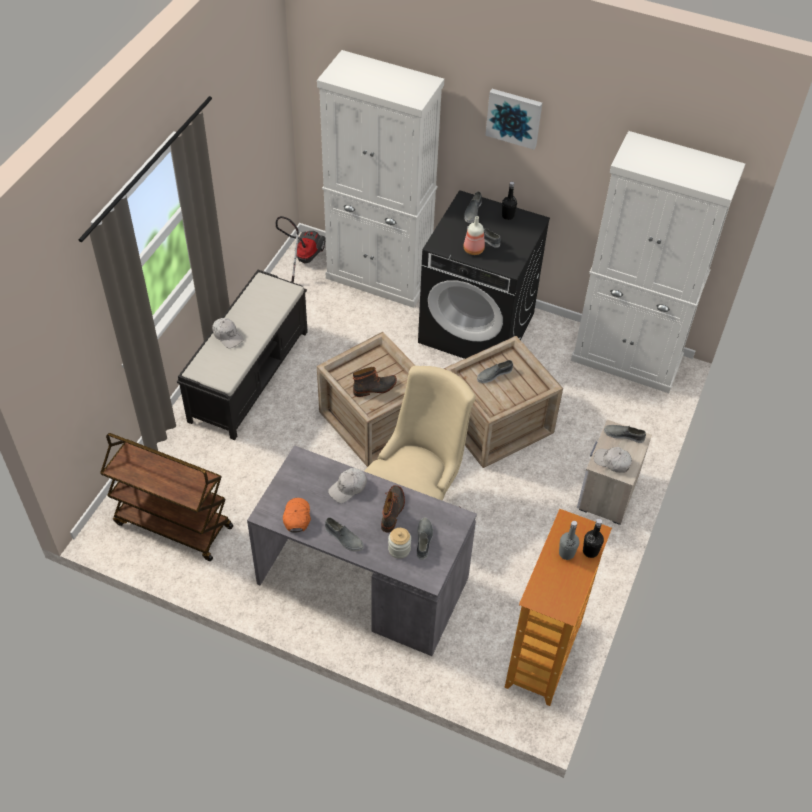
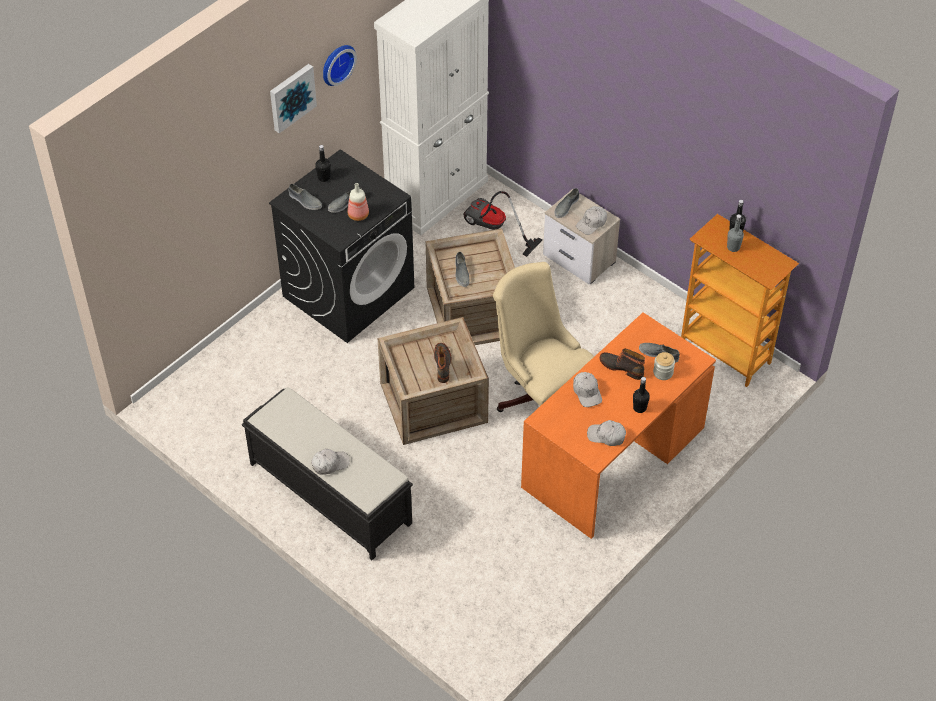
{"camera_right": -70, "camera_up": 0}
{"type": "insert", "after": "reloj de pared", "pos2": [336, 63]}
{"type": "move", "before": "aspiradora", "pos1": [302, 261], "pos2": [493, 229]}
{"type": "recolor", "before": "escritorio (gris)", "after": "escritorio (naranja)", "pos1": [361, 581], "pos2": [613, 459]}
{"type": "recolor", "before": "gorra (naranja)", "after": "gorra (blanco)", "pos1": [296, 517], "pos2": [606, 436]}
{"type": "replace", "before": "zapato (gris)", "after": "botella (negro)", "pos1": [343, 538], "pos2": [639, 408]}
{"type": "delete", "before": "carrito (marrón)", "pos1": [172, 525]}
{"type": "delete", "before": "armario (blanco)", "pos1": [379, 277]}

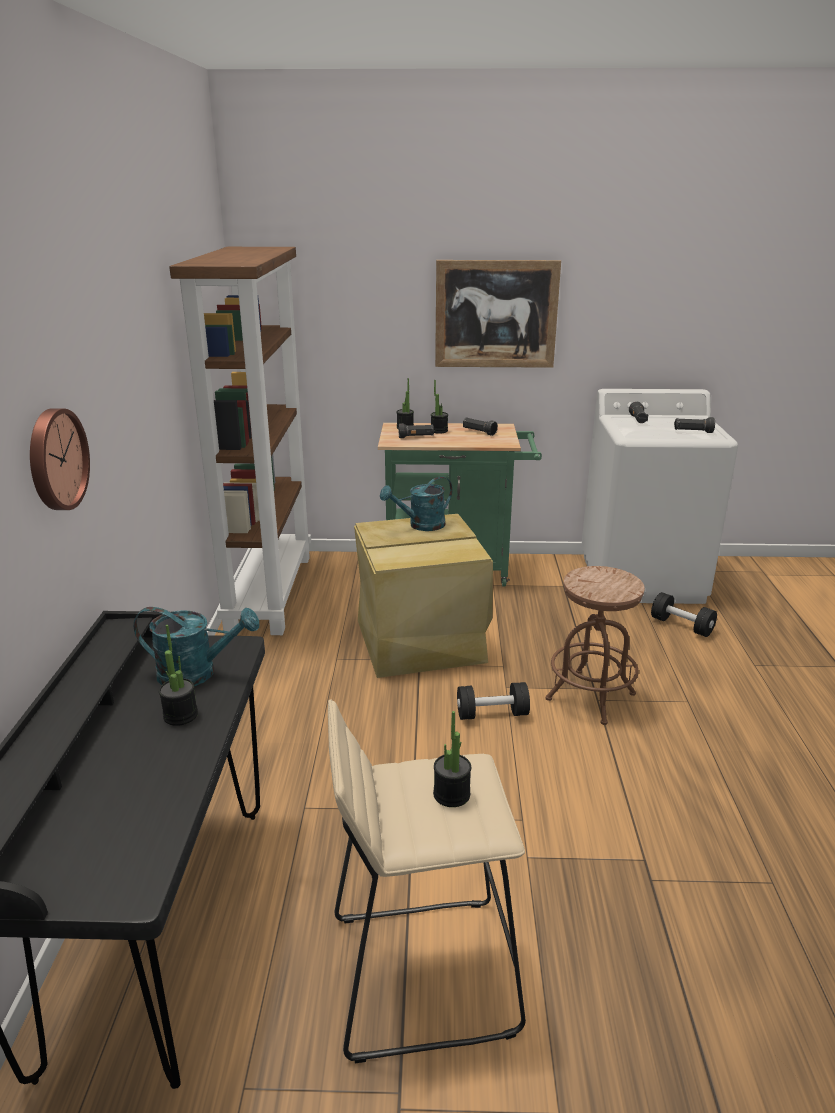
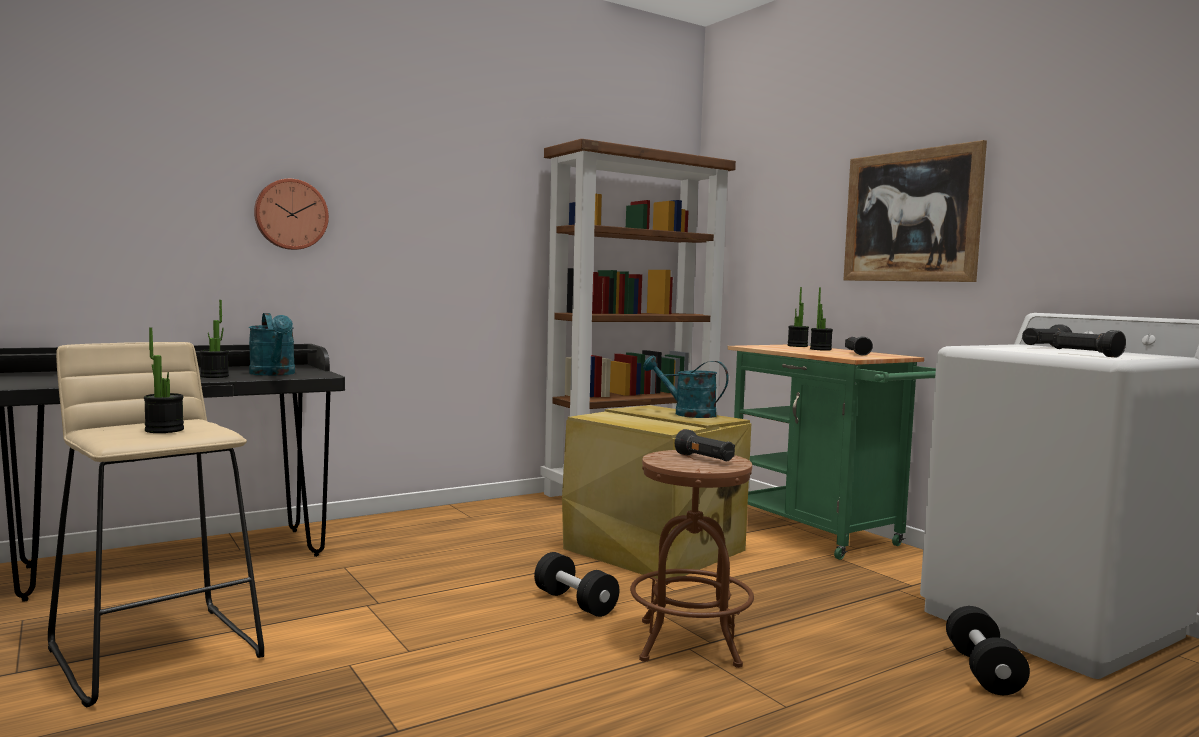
{"camera_right": 55, "camera_up": -20}
{"type": "move", "before": "linterna (negro)", "pos1": [416, 437], "pos2": [704, 459]}

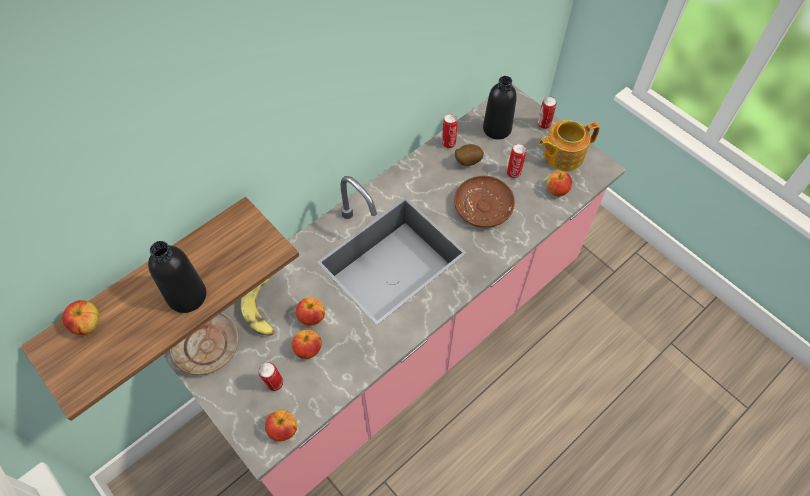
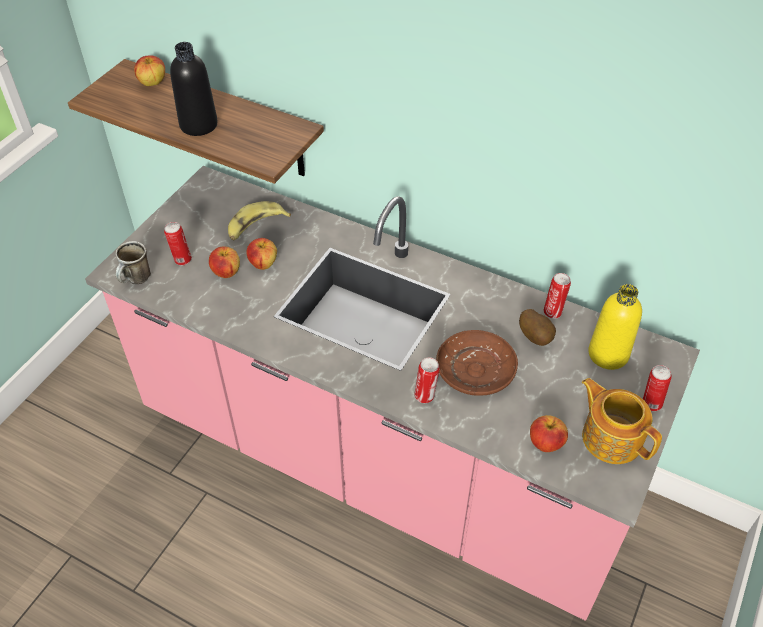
{"camera_right": 70, "camera_up": -10}
{"type": "replace", "before": "manzana", "after": "taza grande", "pos1": [283, 430], "pos2": [136, 281]}
{"type": "move", "before": "lata", "pos1": [513, 173], "pos2": [425, 396]}
{"type": "recolor", "before": "botella (negro)", "after": "botella (amarillo)", "pos1": [497, 129], "pos2": [608, 354]}
{"type": "delete", "before": "plato (beis)", "pos1": [207, 346]}

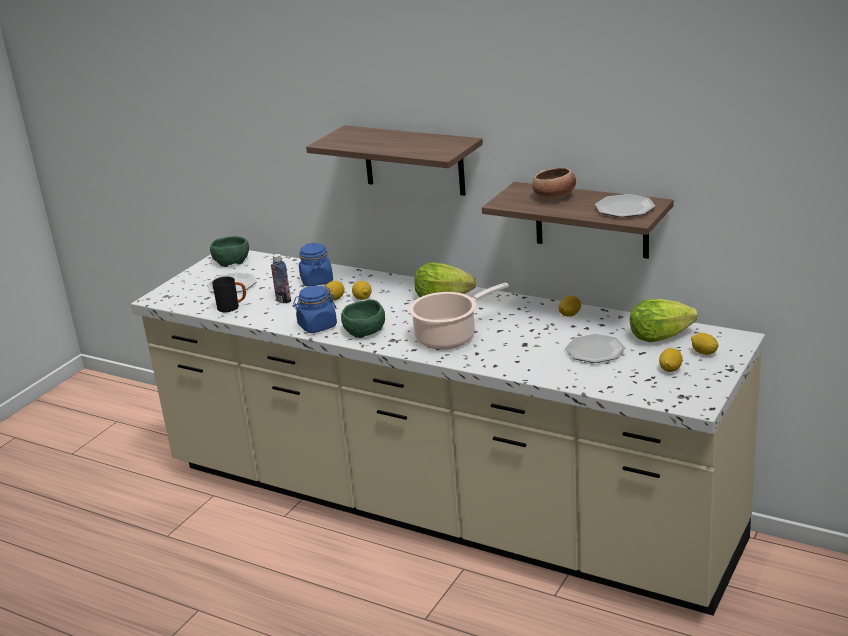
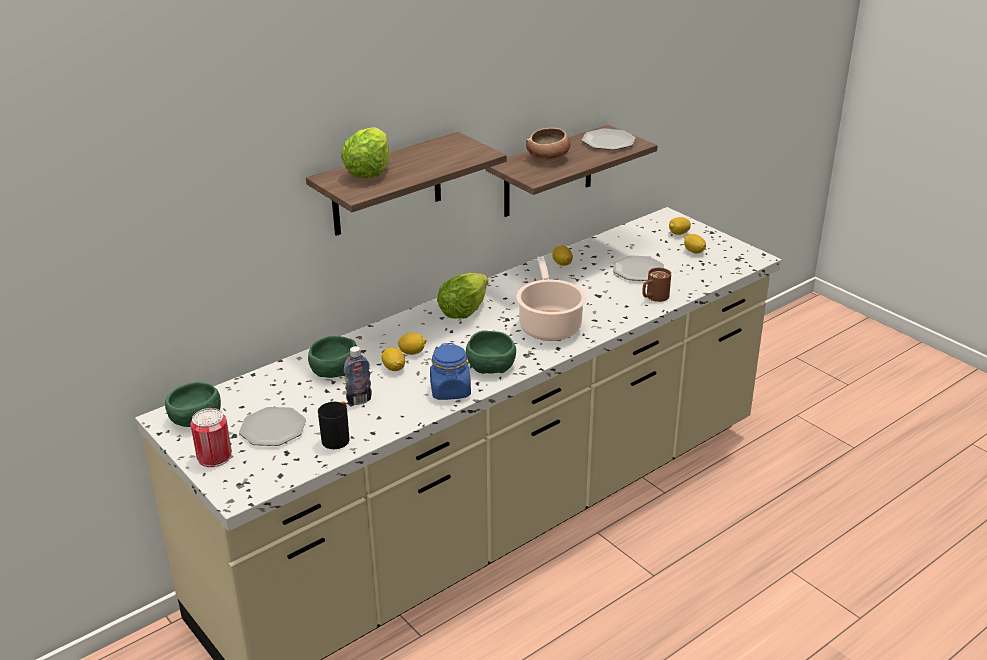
{"camera_right": -70, "camera_up": 5}
{"type": "insert", "after": "lata", "pos2": [214, 456]}
{"type": "replace", "before": "tarro (azul)", "after": "cuenco (verde)", "pos1": [317, 281], "pos2": [333, 370]}
{"type": "move", "before": "lechuga", "pos1": [659, 337], "pos2": [368, 171]}
{"type": "insert", "after": "taza grande (marrón)", "pos2": [654, 297]}

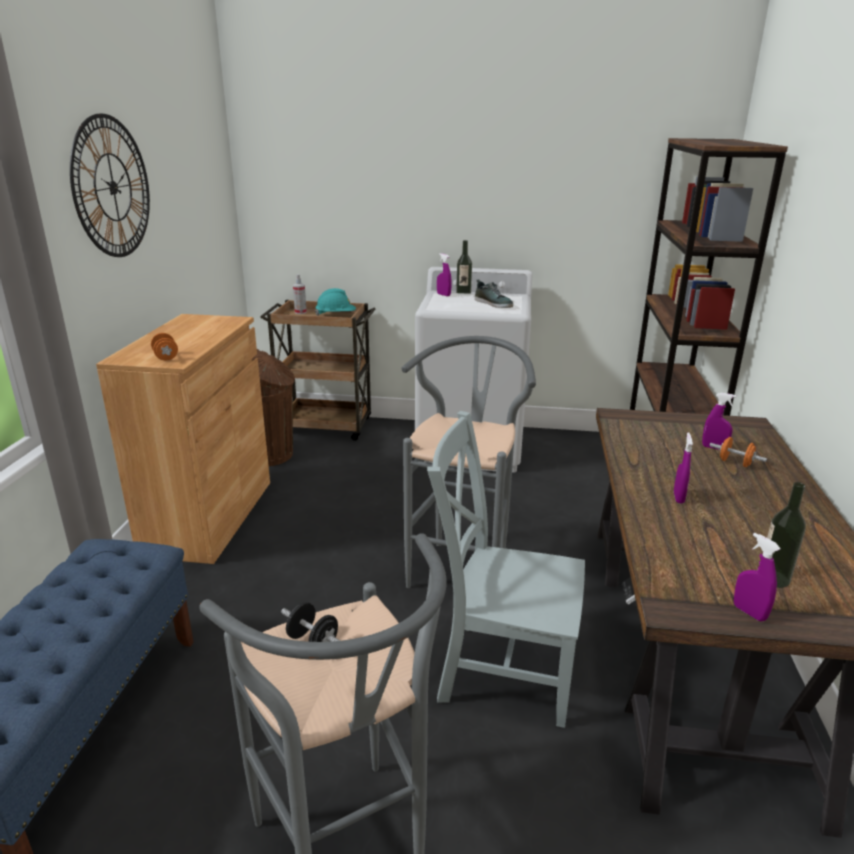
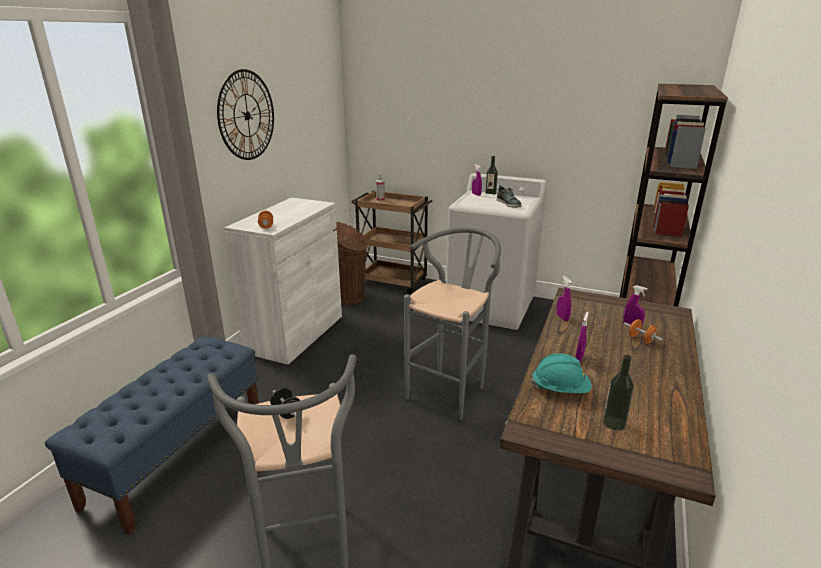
{"camera_right": 15, "camera_up": 0}
{"type": "recolor", "before": "armario (marrón)", "after": "armario (blanco)", "pos1": [209, 516], "pos2": [295, 333]}
{"type": "move", "before": "casco (turquesa)", "pos1": [336, 315], "pos2": [560, 389]}
{"type": "move", "before": "pulverizador (morado)", "pos1": [749, 612], "pos2": [562, 317]}
{"type": "delete", "before": "silla (gris)", "pos1": [501, 669]}

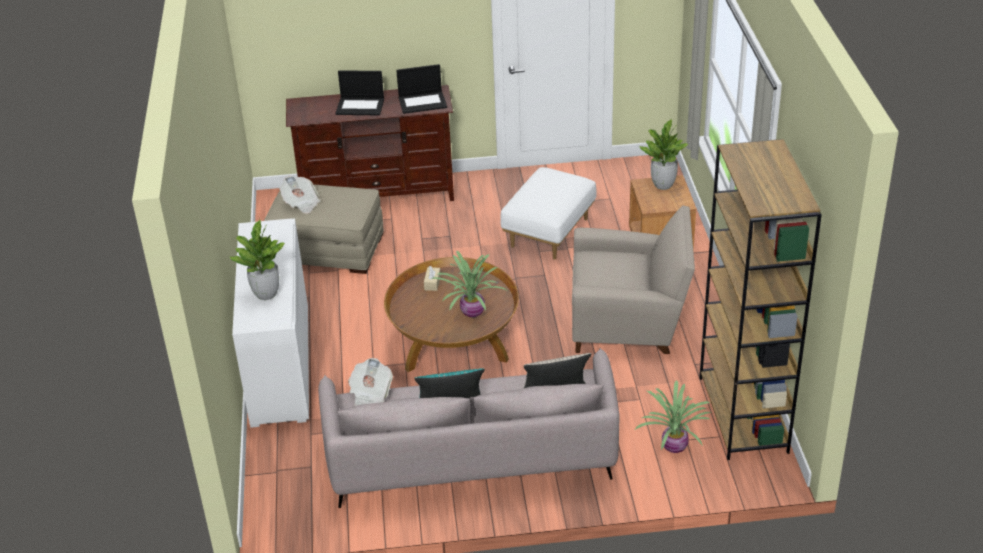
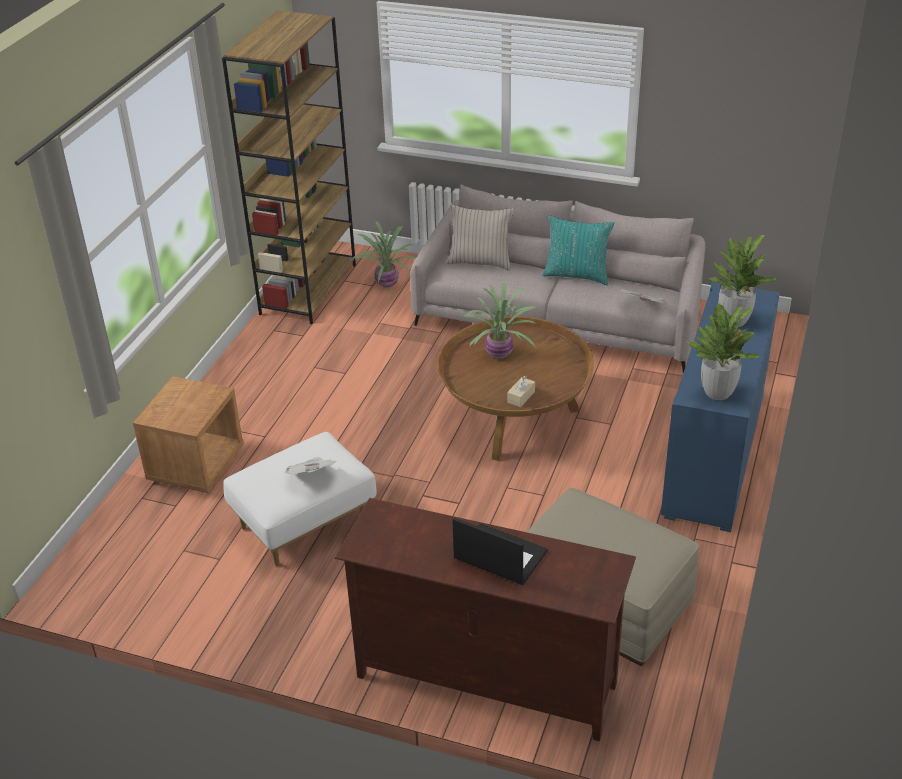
{"camera_right": -155, "camera_up": 0}
{"type": "move", "before": "periódico", "pos1": [301, 203], "pos2": [312, 476]}
{"type": "recolor", "before": "armario (blanco)", "after": "armario (azul)", "pos1": [280, 364], "pos2": [714, 456]}
{"type": "move", "before": "planta en maceta", "pos1": [663, 185], "pos2": [718, 392]}
{"type": "delete", "before": "portátil", "pos1": [423, 102]}
{"type": "delete", "before": "sillón (beis)", "pos1": [629, 323]}

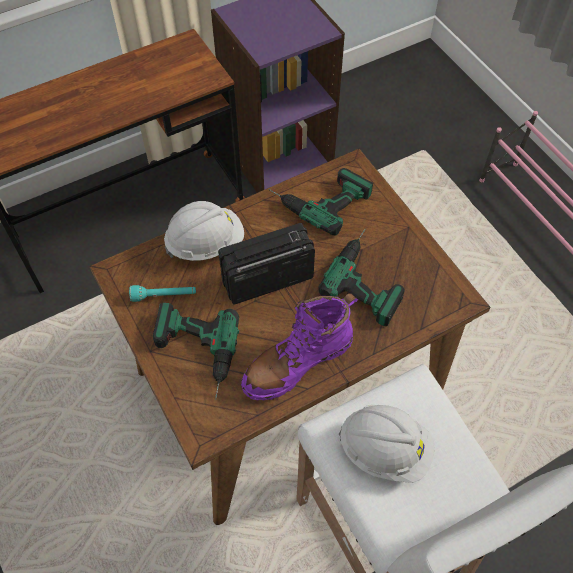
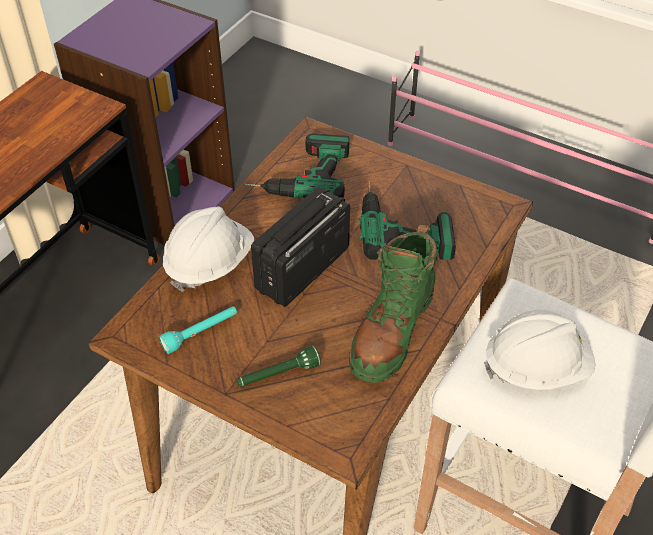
{"camera_right": -30, "camera_up": -10}
{"type": "replace", "before": "taladro", "after": "linterna (verde)", "pos1": [194, 355], "pos2": [278, 375]}
{"type": "recolor", "before": "bota (morado)", "after": "bota (verde)", "pos1": [297, 362], "pos2": [392, 330]}

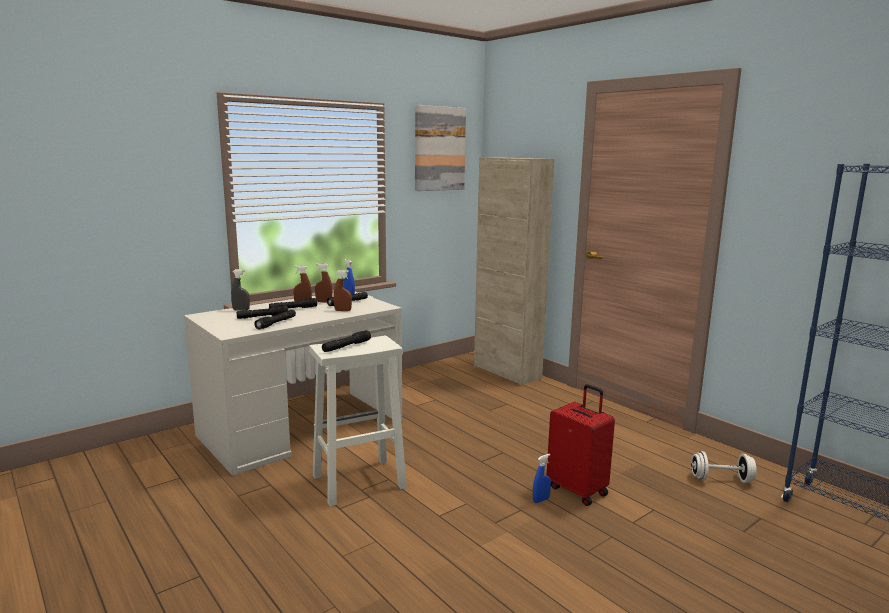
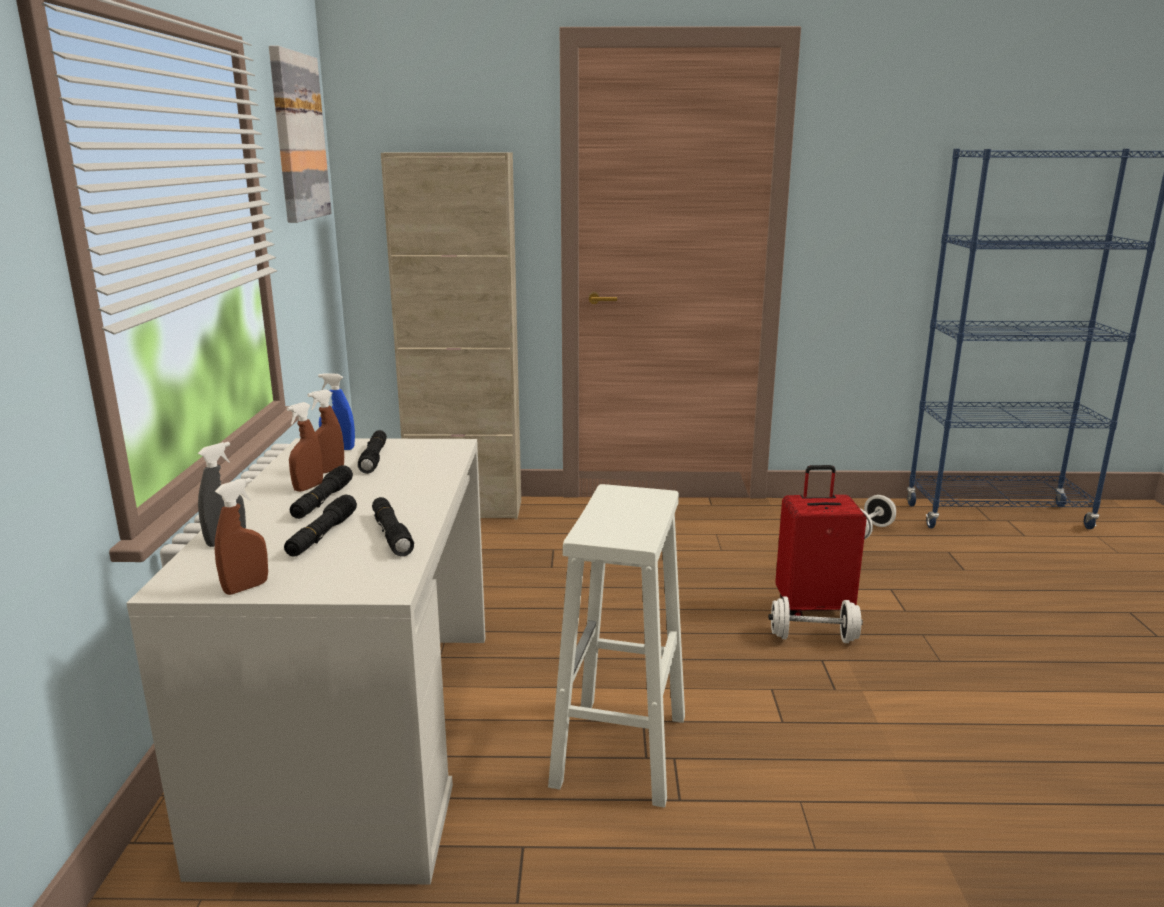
{"camera_right": -50, "camera_up": 5}
{"type": "move", "before": "pulverizador (marrón)", "pos1": [343, 310], "pos2": [246, 587]}
{"type": "replace", "before": "pulverizador (azul)", "after": "mancuerna (blanco)", "pos1": [541, 500], "pos2": [813, 638]}
{"type": "delete", "before": "linterna (negro)", "pos1": [346, 346]}

